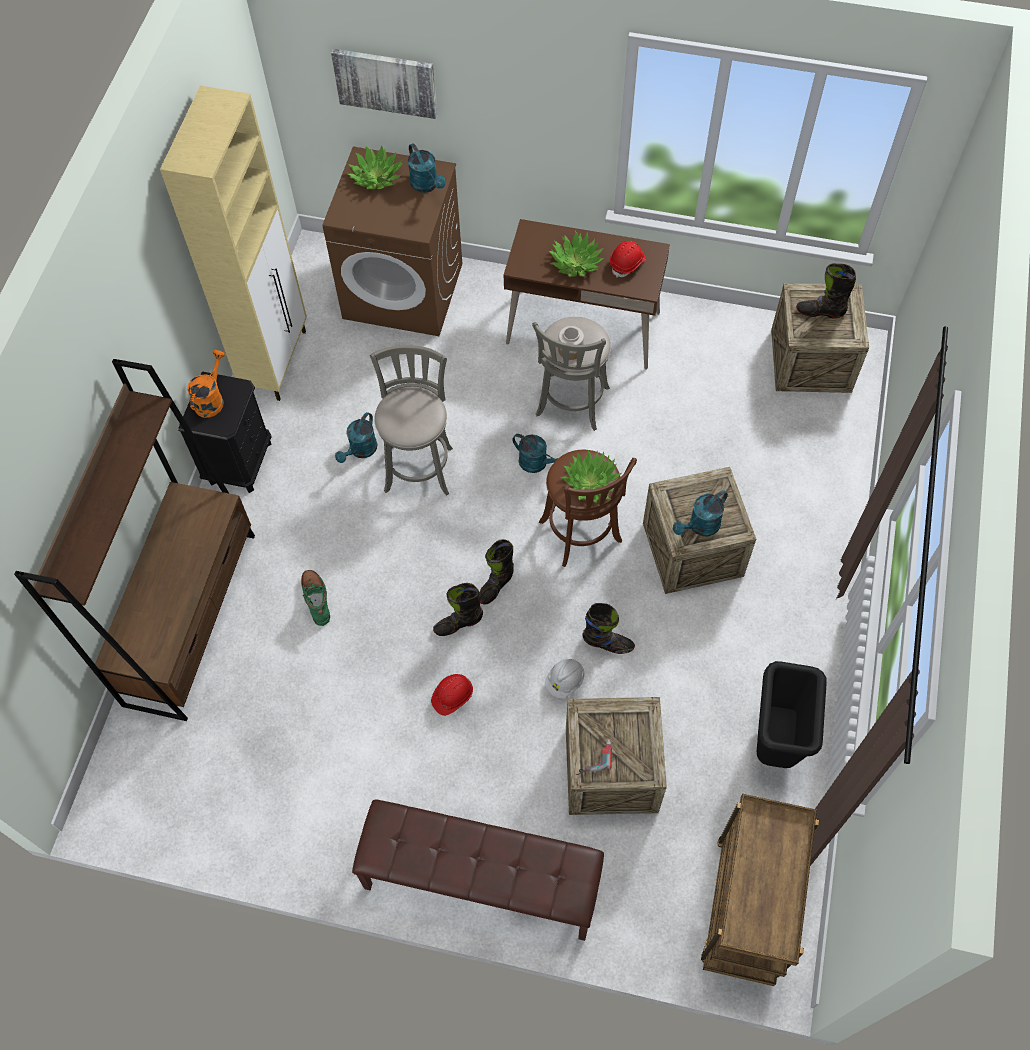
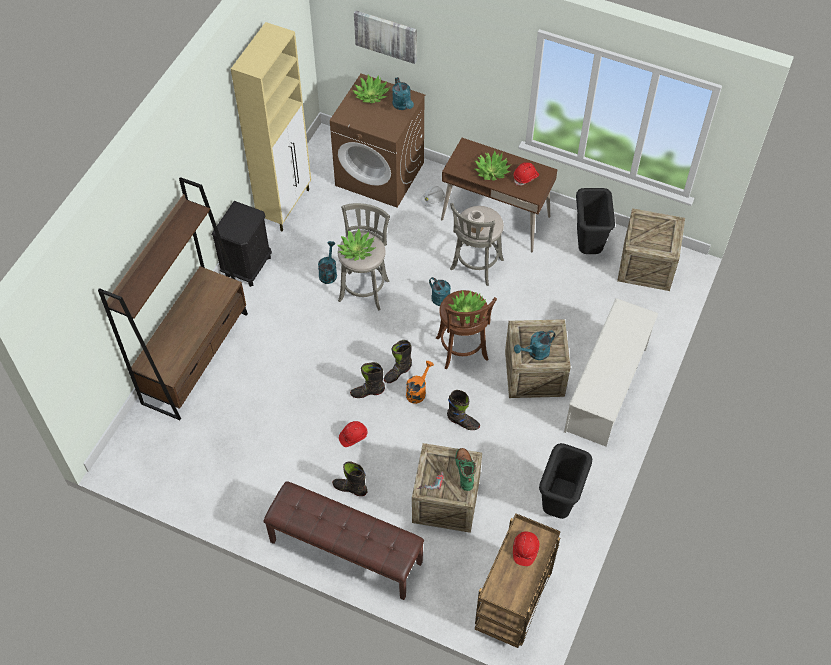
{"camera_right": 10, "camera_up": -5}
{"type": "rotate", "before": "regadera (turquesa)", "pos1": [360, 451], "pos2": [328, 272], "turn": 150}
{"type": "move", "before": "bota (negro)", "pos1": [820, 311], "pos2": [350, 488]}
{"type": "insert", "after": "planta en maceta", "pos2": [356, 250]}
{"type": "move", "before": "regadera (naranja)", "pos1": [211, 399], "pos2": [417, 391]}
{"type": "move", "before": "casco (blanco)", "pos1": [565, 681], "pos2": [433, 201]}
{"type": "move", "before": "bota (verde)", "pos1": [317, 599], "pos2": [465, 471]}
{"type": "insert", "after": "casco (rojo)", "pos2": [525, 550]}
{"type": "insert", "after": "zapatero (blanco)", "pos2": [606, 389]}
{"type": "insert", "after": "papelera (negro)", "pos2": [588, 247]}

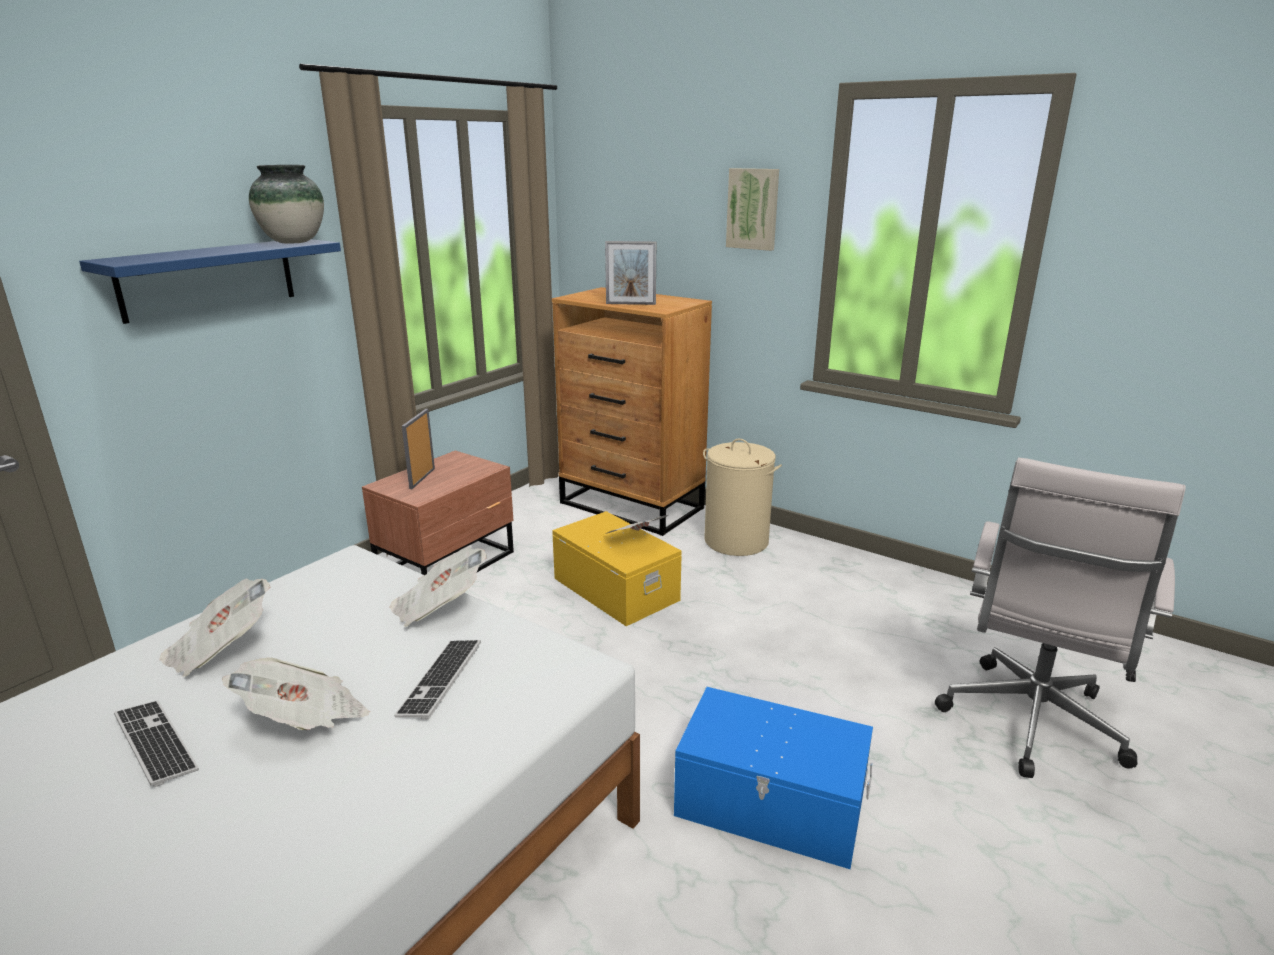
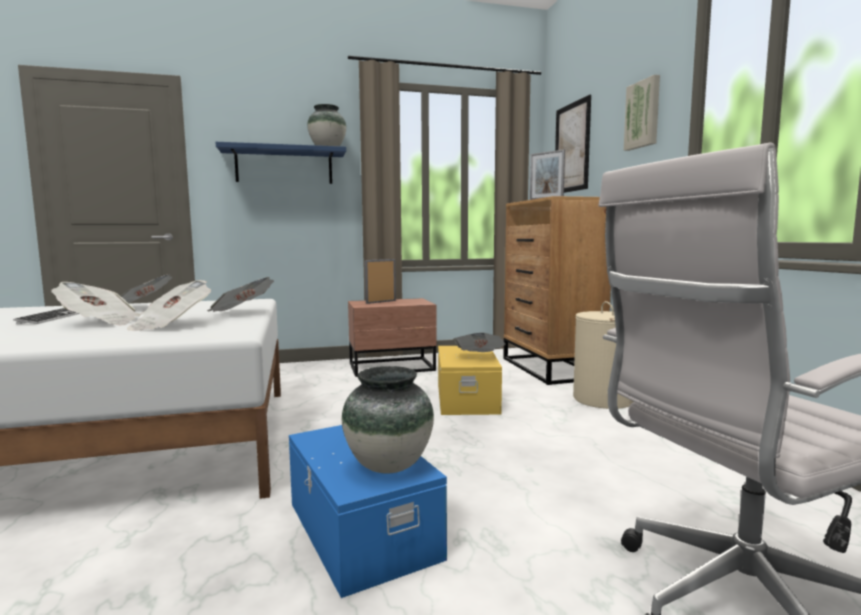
{"camera_right": 40, "camera_up": -15}
{"type": "replace", "before": "teclado", "after": "periódico", "pos1": [440, 680], "pos2": [171, 325]}
{"type": "insert", "after": "florero", "pos2": [389, 465]}
{"type": "insert", "after": "cuadro", "pos2": [572, 147]}

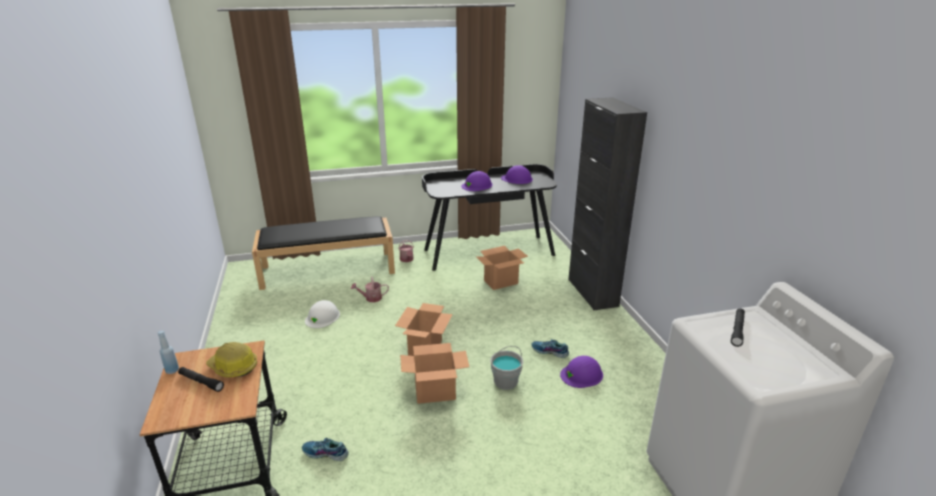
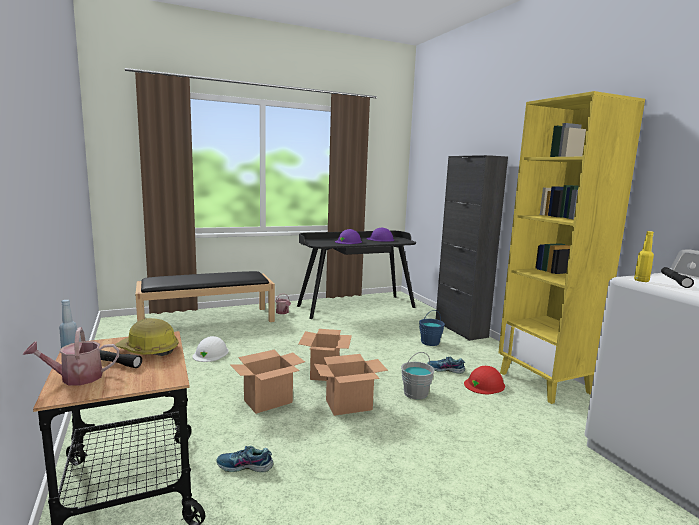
{"camera_right": -10, "camera_up": -15}
{"type": "move", "before": "regadera", "pos1": [371, 298], "pos2": [76, 378]}
{"type": "move", "before": "caja de cartón", "pos1": [501, 282], "pos2": [268, 401]}
{"type": "insert", "after": "cubo (azul)", "pos2": [430, 342]}
{"type": "recolor", "before": "casco (morado)", "after": "casco (rojo)", "pos1": [582, 374], "pos2": [484, 384]}
{"type": "insert", "after": "estantería (amarillo)", "pos2": [545, 383]}
{"type": "insert", "after": "botella (amarillo)", "pos2": [641, 281]}

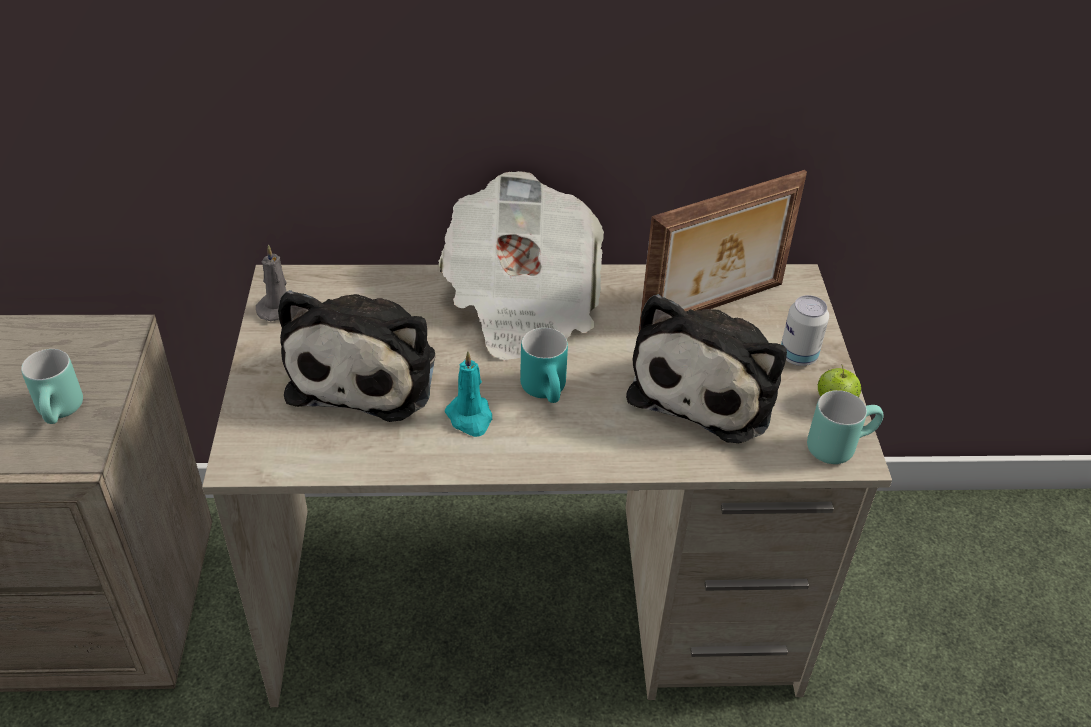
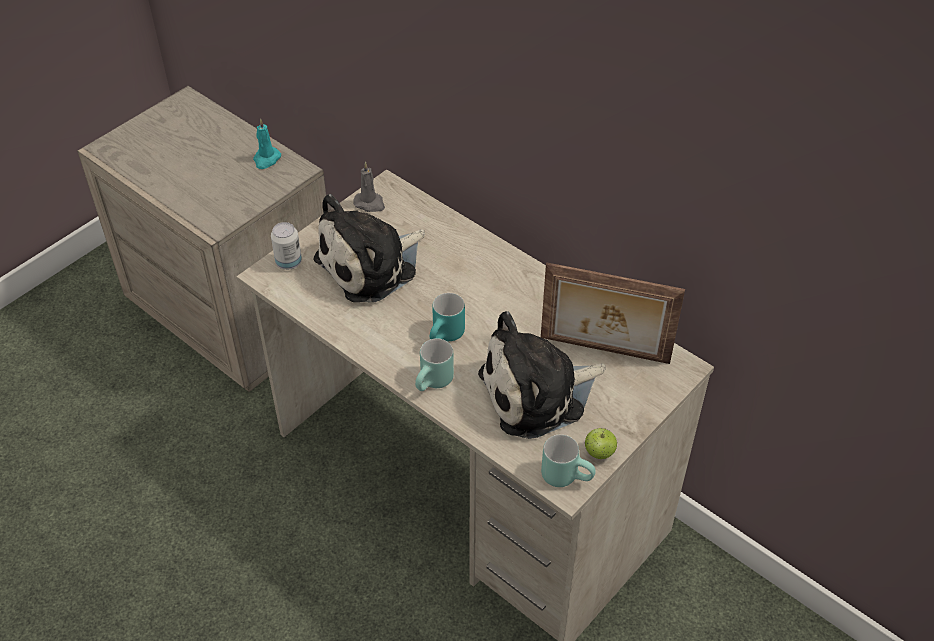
{"camera_right": 45, "camera_up": 5}
{"type": "move", "before": "vela (turquesa)", "pos1": [470, 418], "pos2": [266, 159]}
{"type": "move", "before": "lata", "pos1": [798, 356], "pos2": [288, 262]}
{"type": "move", "before": "taza grande (turquesa)", "pos1": [63, 413], "pos2": [434, 384]}
{"type": "delete", "before": "periódico", "pos1": [521, 302]}

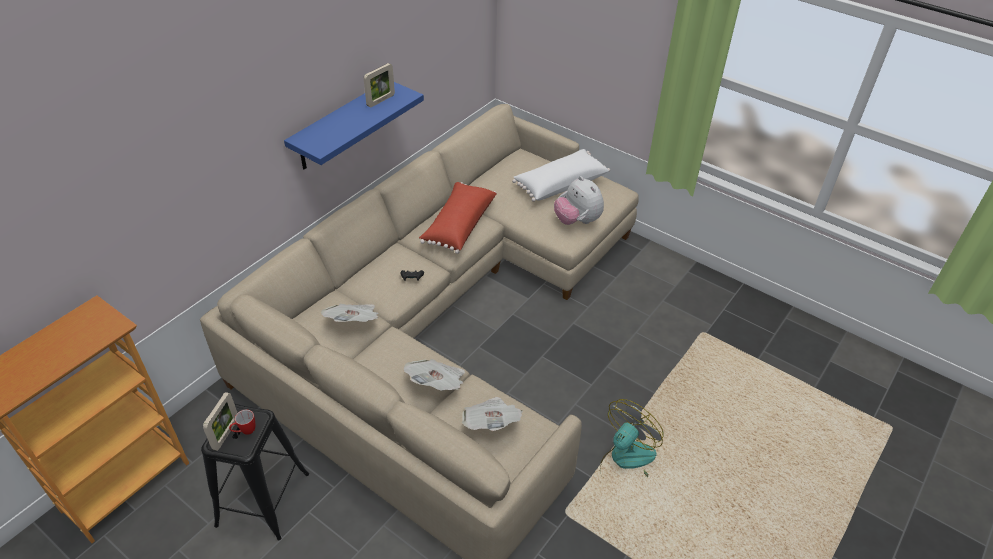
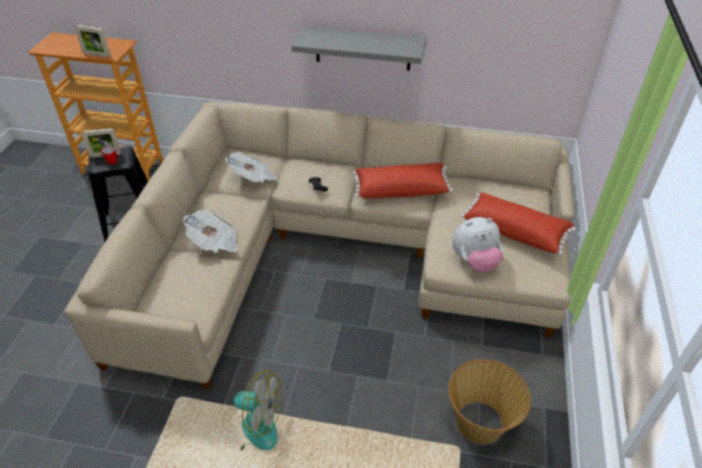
{"camera_right": 65, "camera_up": 0}
{"type": "move", "before": "portarretratos", "pos1": [381, 100], "pos2": [97, 55]}
{"type": "recolor", "before": "estante (azul)", "after": "estante (gris)", "pos1": [341, 126], "pos2": [363, 49]}
{"type": "insert", "after": "cesta", "pos2": [480, 422]}
{"type": "rotate", "before": "peluche", "pos1": [577, 221], "pos2": [474, 261], "turn": -135}
{"type": "recolor", "before": "cojín (blanco)", "after": "cojín (rojo)", "pos1": [560, 184], "pos2": [515, 230]}
{"type": "delete", "before": "periódico", "pos1": [491, 423]}

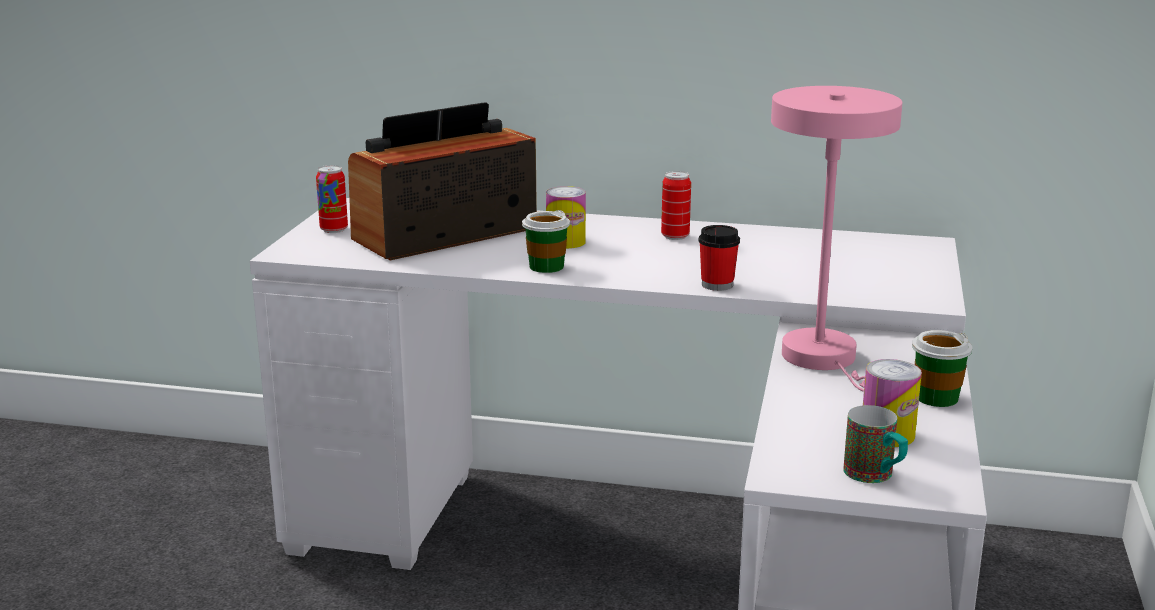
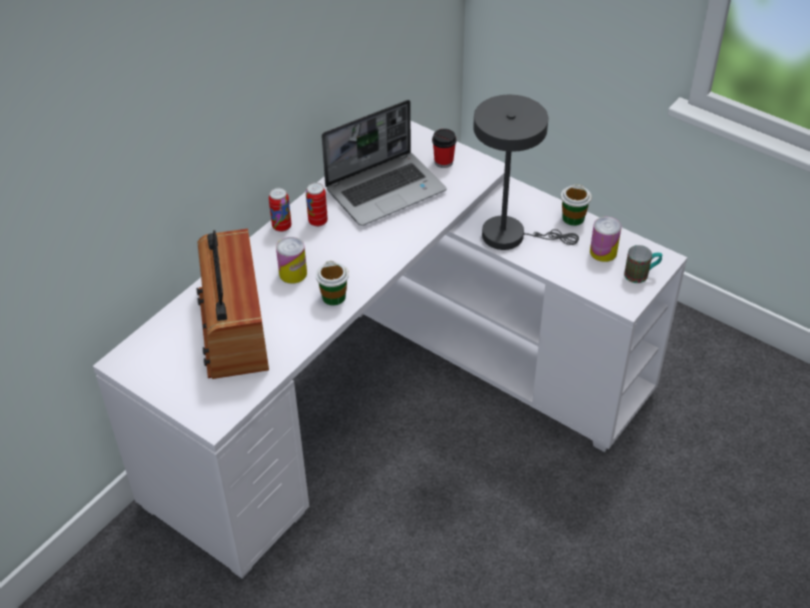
{"camera_right": -65, "camera_up": 25}
{"type": "move", "before": "lata", "pos1": [334, 230], "pos2": [282, 226]}
{"type": "insert", "after": "portátil", "pos2": [386, 189]}
{"type": "move", "before": "taza", "pos1": [717, 285], "pos2": [443, 162]}
{"type": "recolor", "before": "lámpara de mesa (rosa)", "after": "lámpara de mesa (gris)", "pos1": [826, 361], "pos2": [511, 235]}

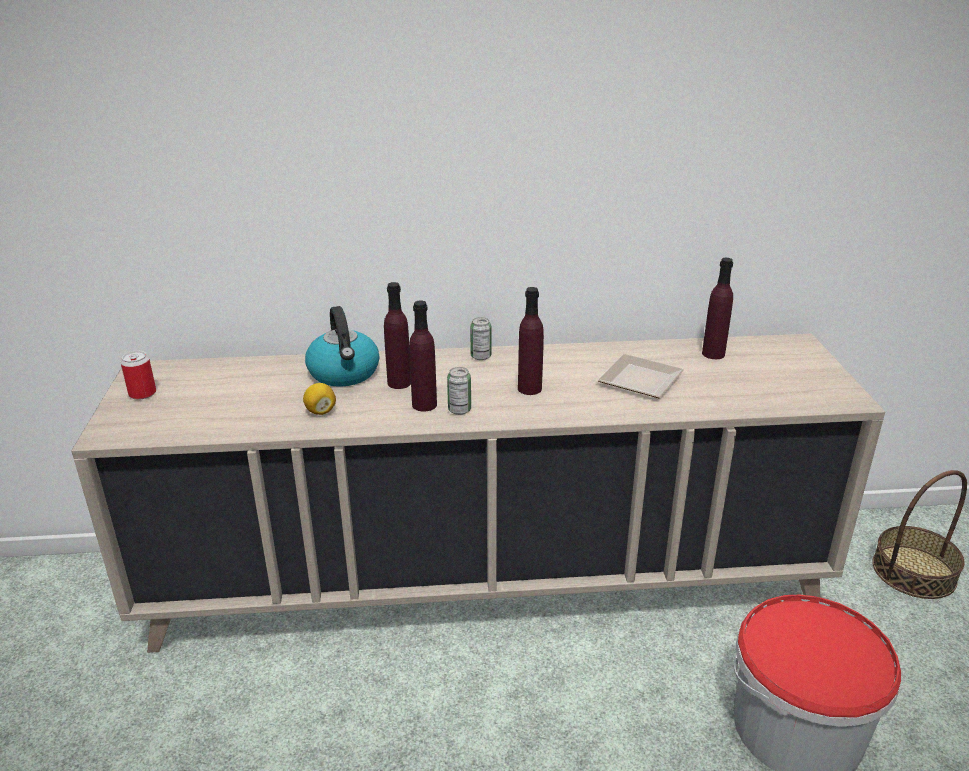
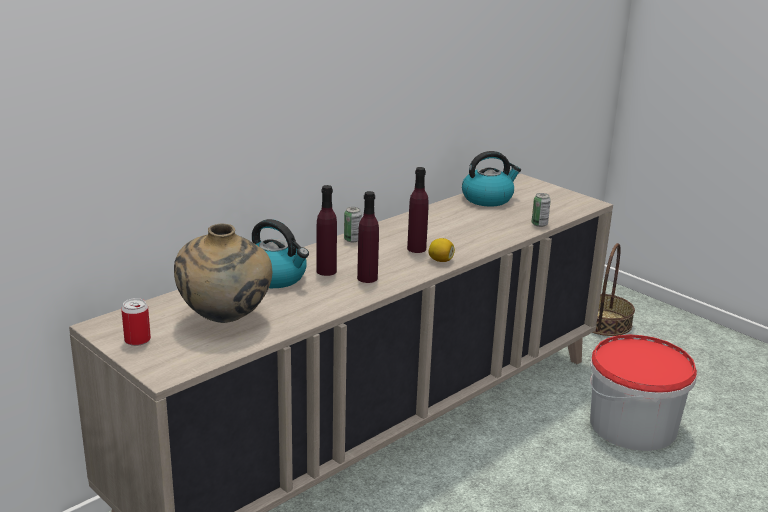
{"camera_right": -40, "camera_up": -5}
{"type": "insert", "after": "florero (beis)", "pos2": [226, 320]}
{"type": "move", "before": "limón", "pos1": [320, 411], "pos2": [440, 260]}
{"type": "replace", "before": "botella (morado)", "after": "hervidor", "pos1": [713, 354], "pos2": [488, 199]}
{"type": "move", "before": "lata", "pos1": [459, 410], "pos2": [539, 224]}
{"type": "delete", "before": "plato", "pos1": [639, 379]}

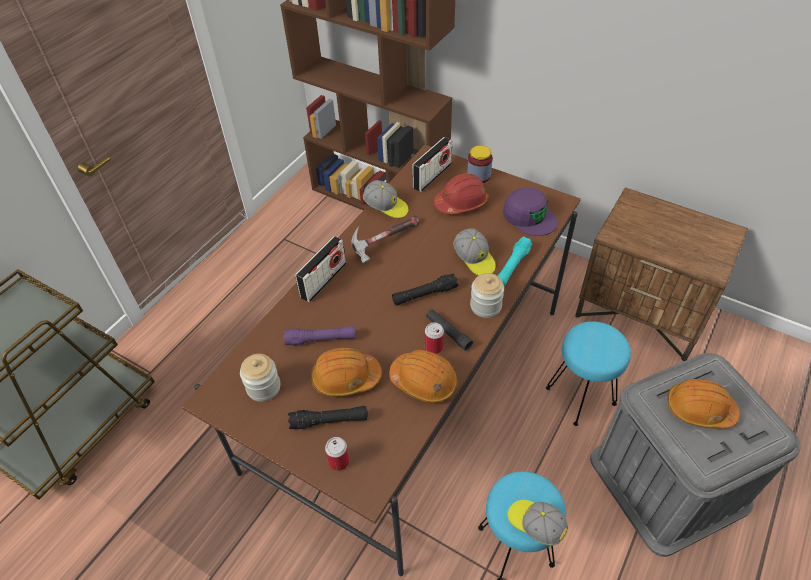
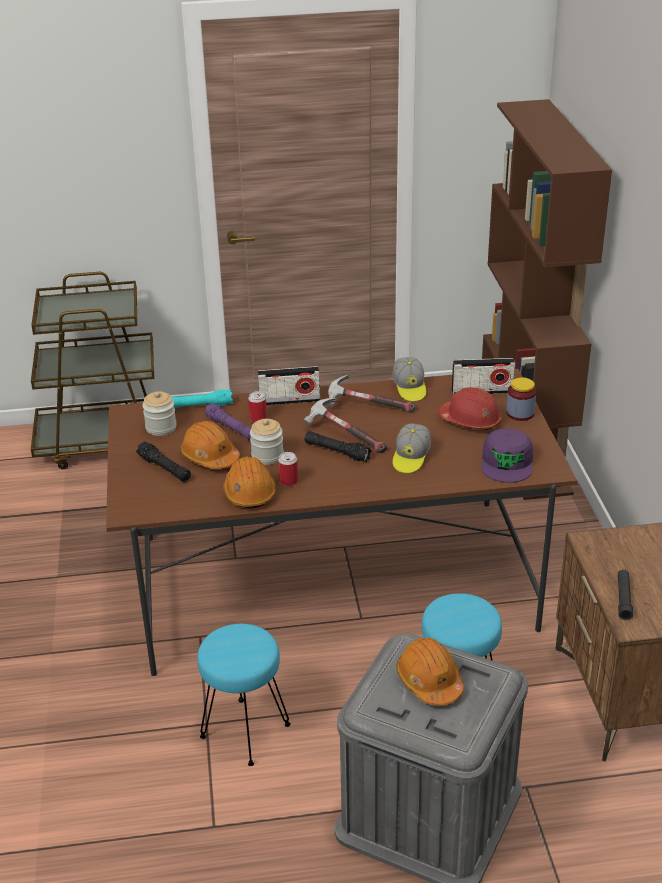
{"camera_right": 50, "camera_up": -15}
{"type": "move", "before": "linterna (turquesa)", "pos1": [512, 267], "pos2": [200, 406]}
{"type": "move", "before": "lata", "pos1": [339, 461], "pos2": [258, 419]}
{"type": "move", "before": "tarro", "pos1": [485, 306], "pos2": [267, 456]}
{"type": "insert", "after": "martillo", "pos2": [345, 435]}
{"type": "move", "before": "linterna (negro)", "pos1": [448, 332], "pos2": [623, 599]}
{"type": "delete", "before": "gorra", "pos1": [535, 524]}

